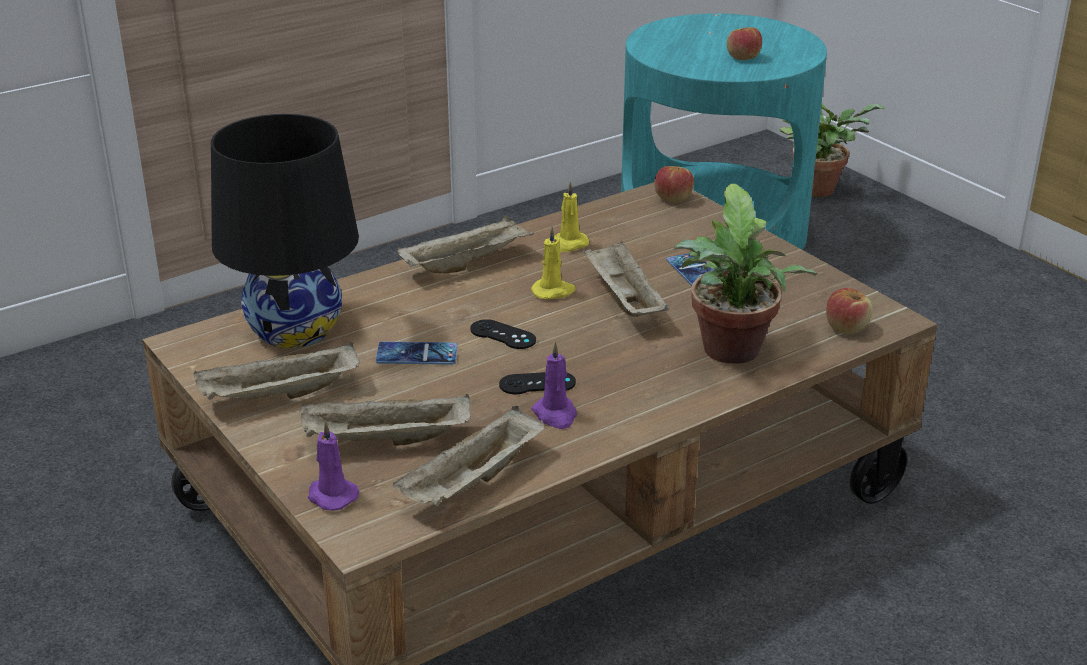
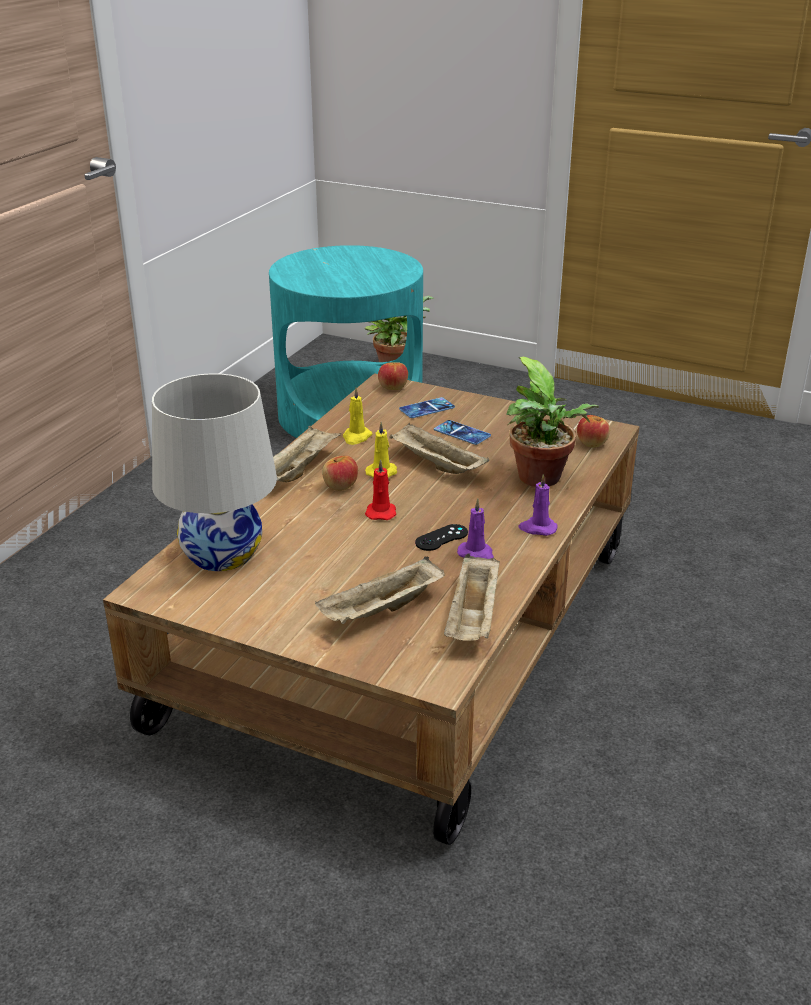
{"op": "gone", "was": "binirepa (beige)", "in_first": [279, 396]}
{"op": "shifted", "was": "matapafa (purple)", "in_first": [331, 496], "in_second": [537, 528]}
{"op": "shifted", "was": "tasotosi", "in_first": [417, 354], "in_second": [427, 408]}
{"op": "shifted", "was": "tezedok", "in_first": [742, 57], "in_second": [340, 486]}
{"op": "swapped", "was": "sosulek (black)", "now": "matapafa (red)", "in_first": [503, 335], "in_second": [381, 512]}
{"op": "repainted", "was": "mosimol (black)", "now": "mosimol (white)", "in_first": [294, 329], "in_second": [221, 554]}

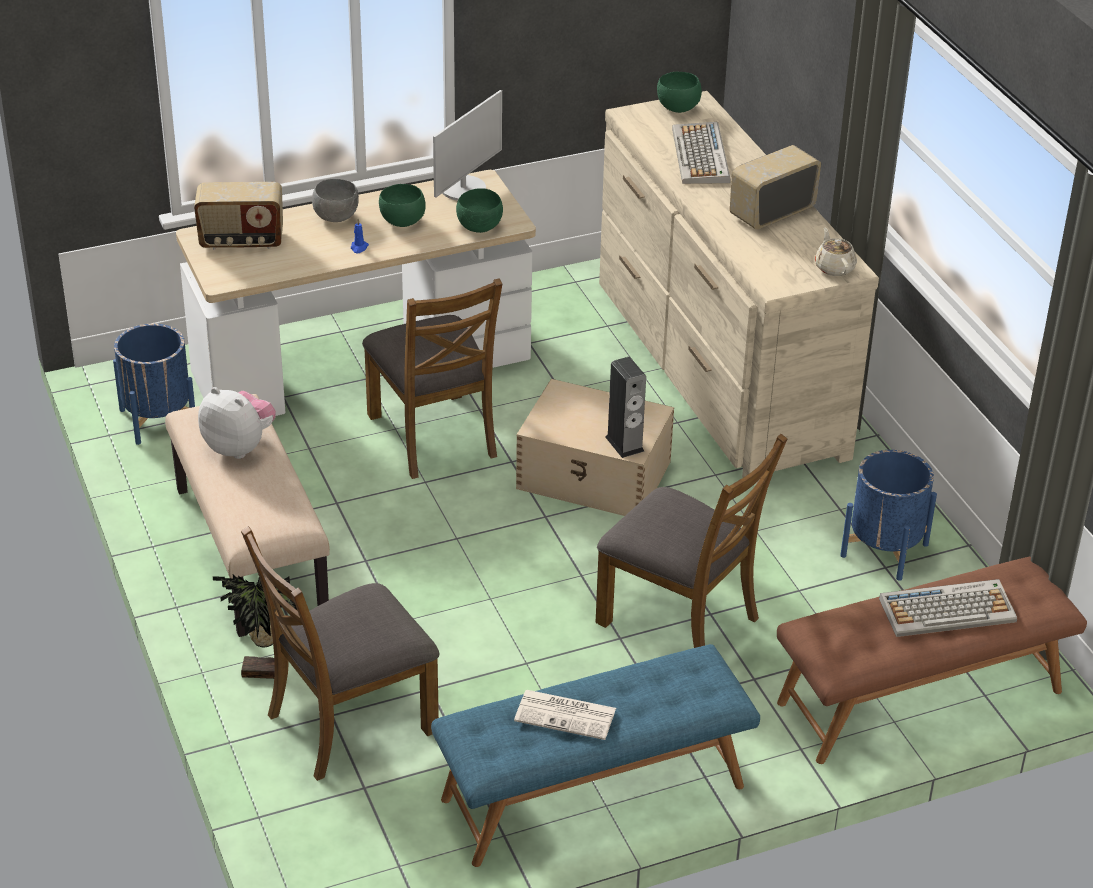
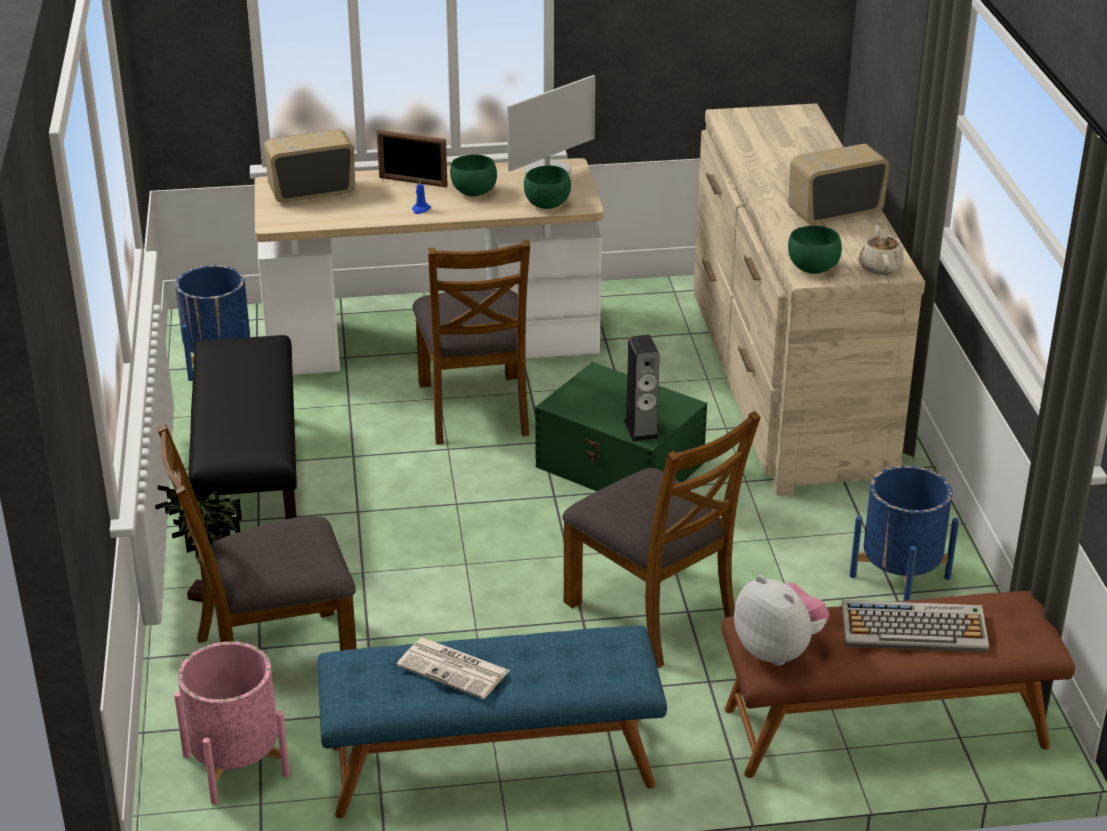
{"op": "gone", "was": "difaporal", "in_first": [701, 156]}
{"op": "new", "now": "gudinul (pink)", "in_second": [236, 765]}
{"op": "shifted", "was": "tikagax", "in_first": [239, 447], "in_second": [778, 650]}
{"op": "shifted", "was": "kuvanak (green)", "in_first": [677, 108], "in_second": [811, 269]}
{"op": "swapped", "was": "kuvanak (grey)", "now": "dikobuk", "in_first": [337, 217], "in_second": [413, 182]}
{"op": "repainted", "was": "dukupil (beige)", "now": "dukupil (black)", "in_first": [248, 551], "in_second": [249, 487]}
{"op": "repainted", "was": "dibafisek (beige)", "now": "dibafisek (green)", "in_first": [595, 476], "in_second": [621, 466]}
{"op": "rotated", "was": "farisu", "in_first": [241, 241], "in_second": [312, 192], "clockwise": 150}

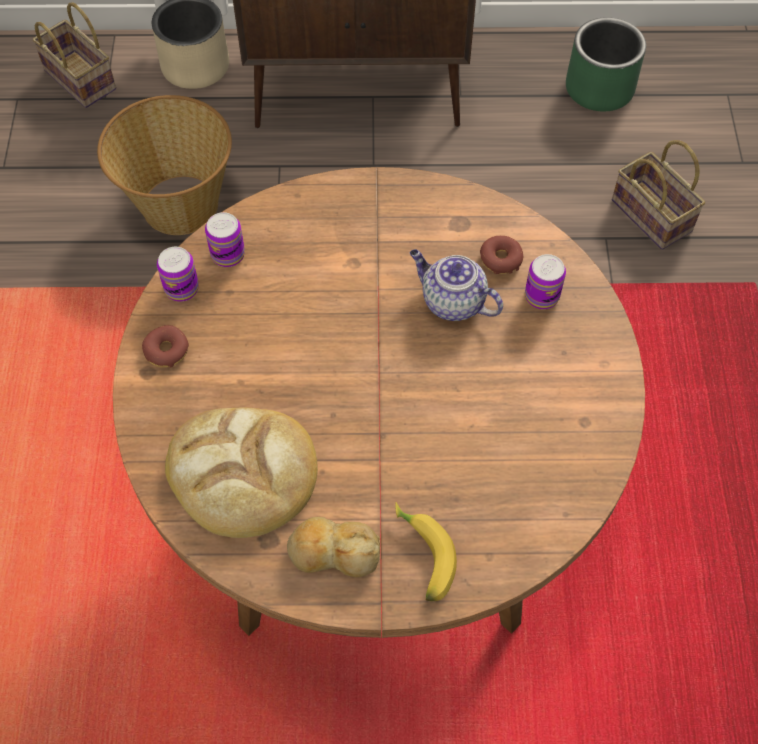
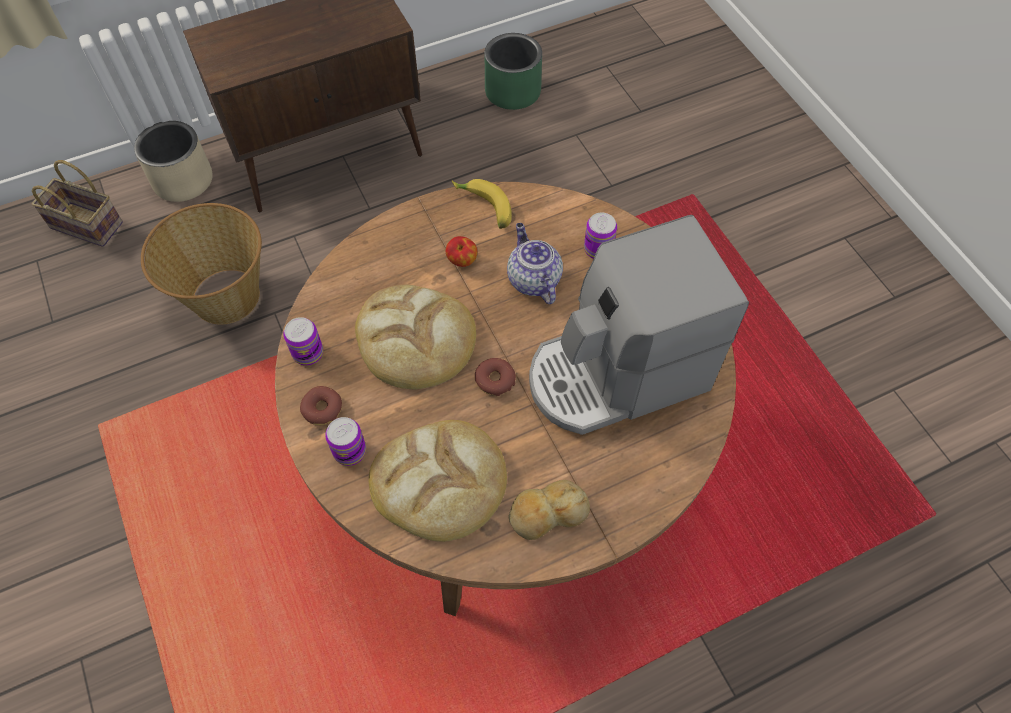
{"op": "gone", "was": "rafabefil", "in_first": [654, 216]}
{"op": "new", "now": "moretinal", "in_second": [415, 339]}
{"op": "new", "now": "tezedok", "in_second": [462, 261]}
{"op": "new", "now": "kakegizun", "in_second": [617, 375]}
{"op": "shifted", "was": "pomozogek", "in_first": [228, 254], "in_second": [350, 451]}
{"op": "shifted", "was": "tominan", "in_first": [421, 557], "in_second": [483, 208]}
{"op": "shifted", "was": "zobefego", "in_first": [500, 259], "in_second": [495, 380]}
{"op": "rotated", "was": "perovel", "in_first": [451, 302], "in_second": [533, 280], "clockwise": 60}

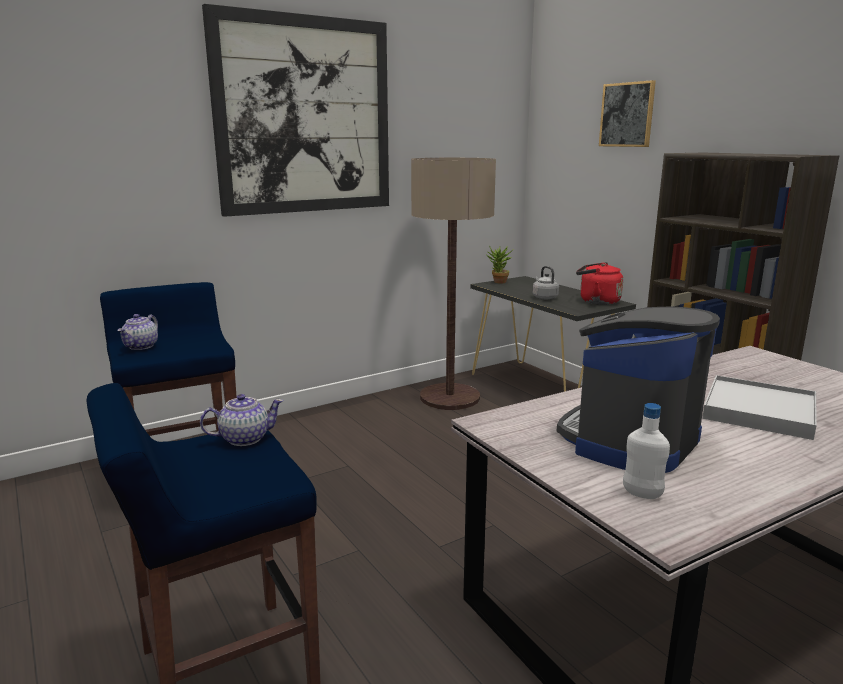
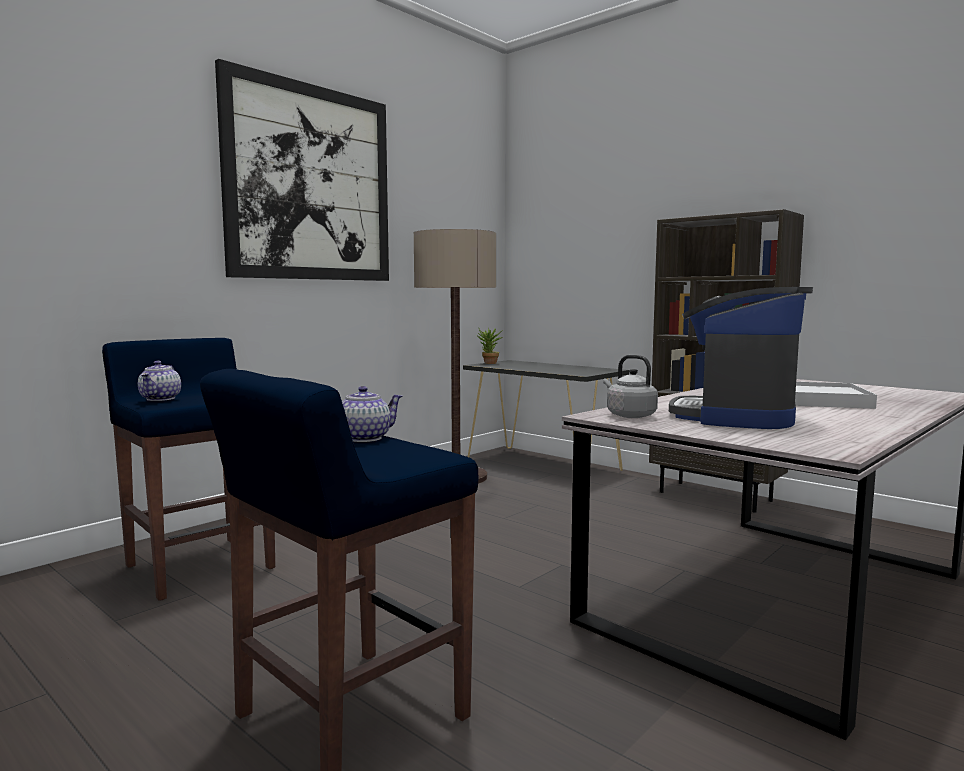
{"op": "gone", "was": "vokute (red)", "in_first": [596, 301]}
{"op": "gone", "was": "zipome", "in_first": [627, 115]}
{"op": "gone", "was": "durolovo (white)", "in_first": [642, 494]}
{"op": "shifted", "was": "vokute (grey)", "in_first": [544, 297], "in_second": [629, 415]}

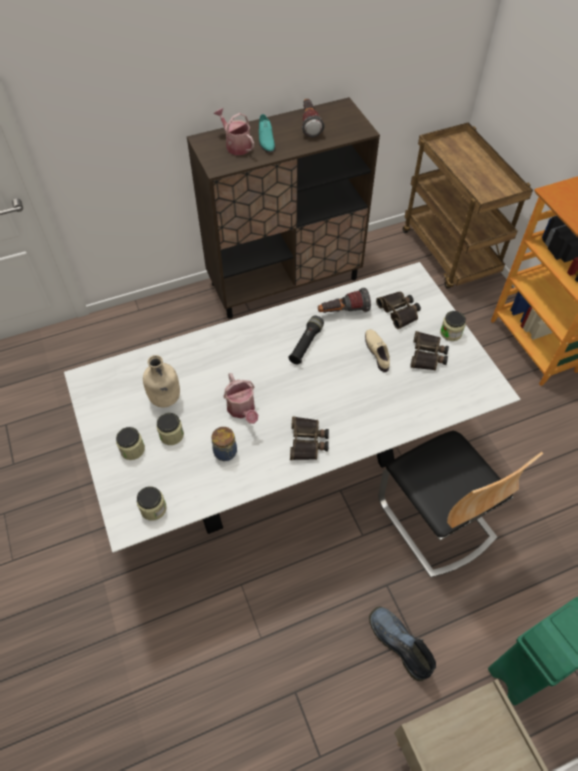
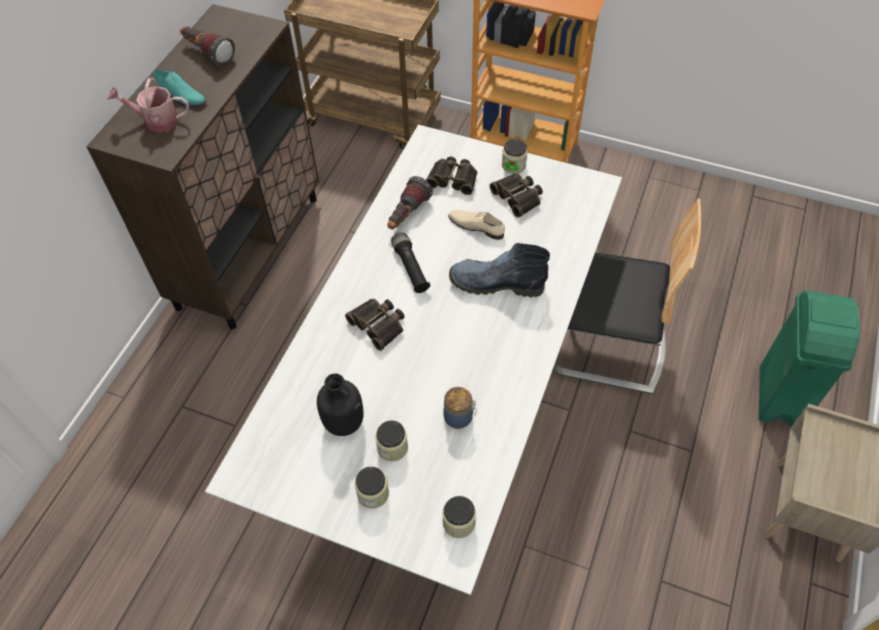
{"op": "gone", "was": "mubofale", "in_first": [242, 410]}
{"op": "shifted", "was": "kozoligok", "in_first": [308, 442], "in_second": [379, 325]}
{"op": "shifted", "was": "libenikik", "in_first": [398, 643], "in_second": [495, 283]}
{"op": "repainted", "was": "durolovo (beige)", "now": "durolovo (black)", "in_first": [165, 399], "in_second": [344, 423]}

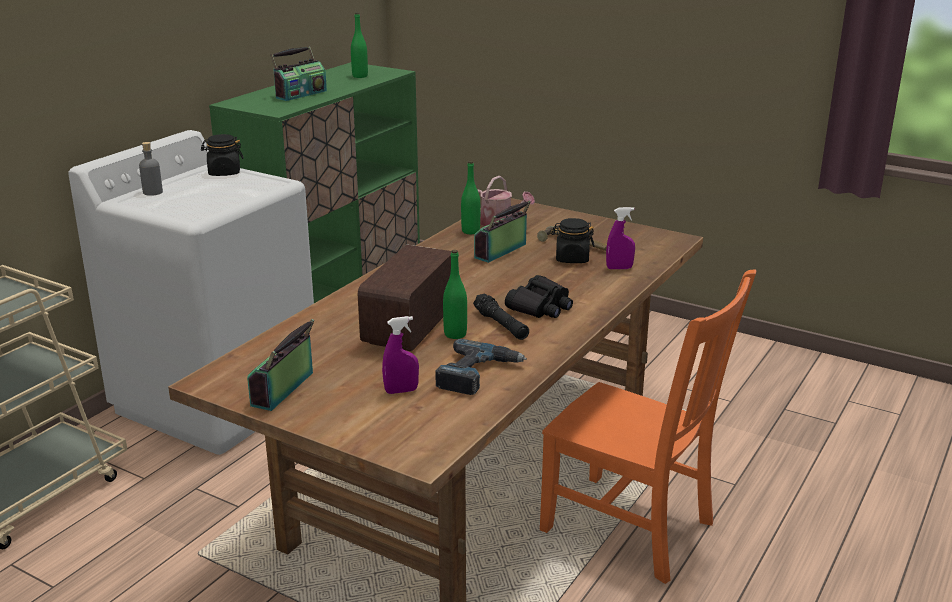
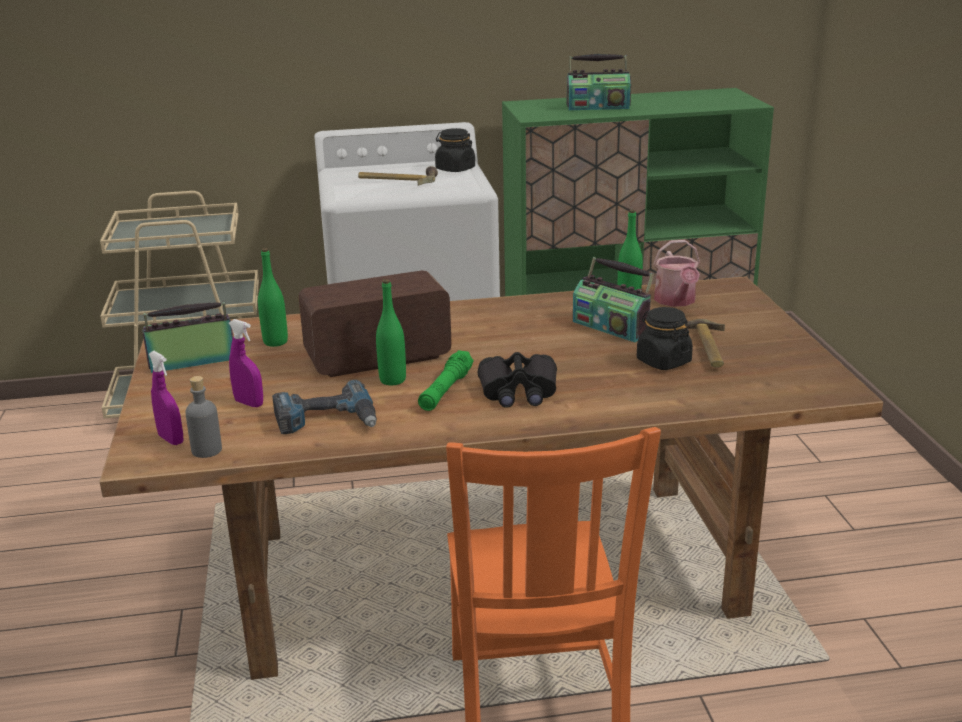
{"op": "new", "now": "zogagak", "in_second": [398, 181]}
{"op": "shifted", "was": "durolovo (grey)", "in_first": [153, 192], "in_second": [207, 450]}
{"op": "shifted", "was": "durolovo (green)", "in_first": [360, 76], "in_second": [275, 342]}
{"op": "shifted", "was": "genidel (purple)", "in_first": [619, 268], "in_second": [171, 439]}
{"op": "repainted", "was": "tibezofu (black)", "now": "tibezofu (green)", "in_first": [501, 325], "in_second": [446, 390]}
{"op": "rotated", "was": "farisu", "in_first": [502, 251], "in_second": [611, 327], "clockwise": -135}

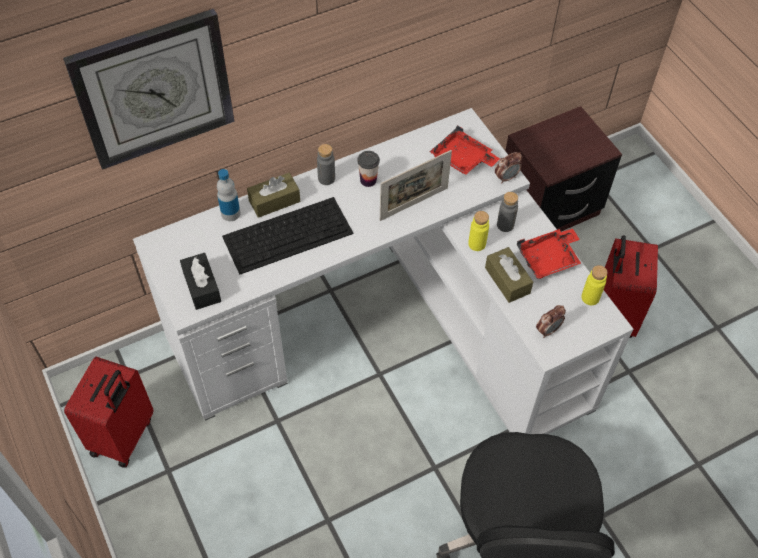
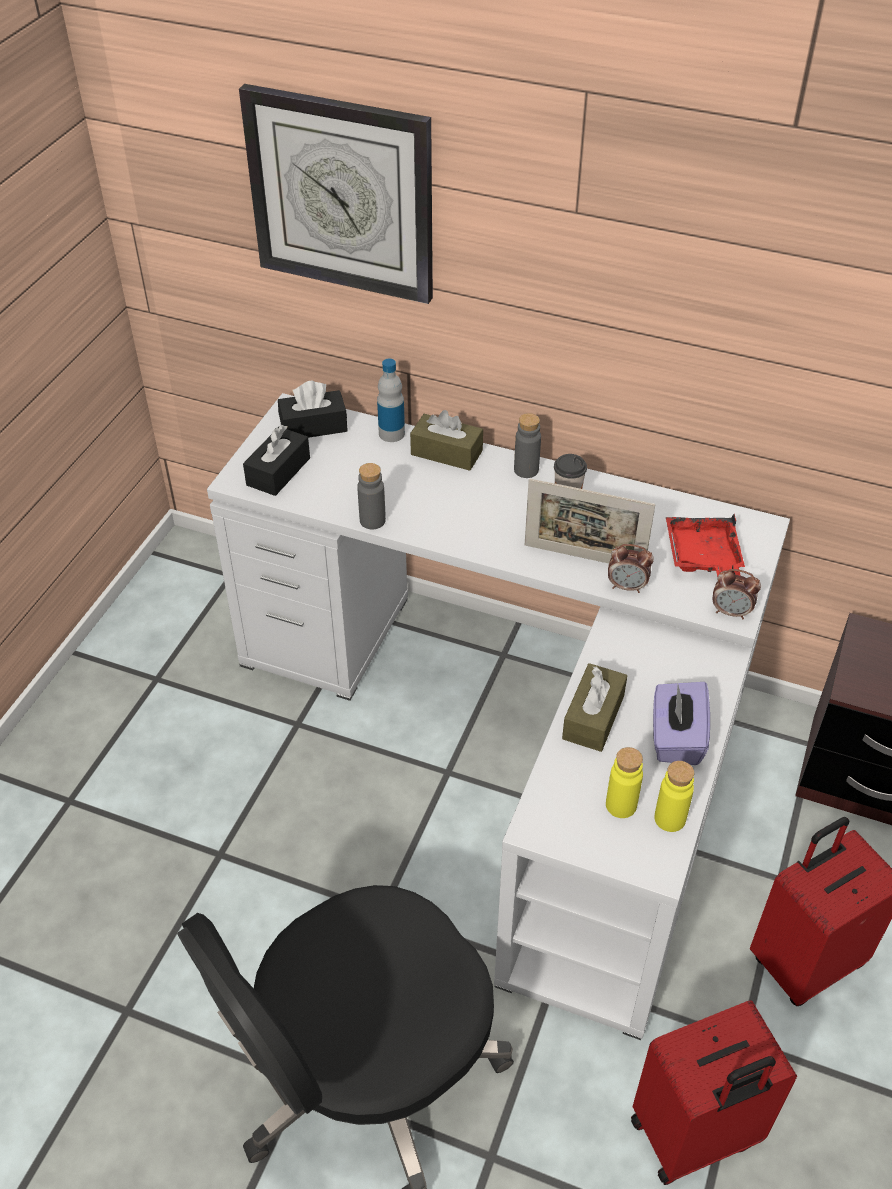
{"op": "gone", "was": "difaporal", "in_first": [288, 234]}
{"op": "new", "now": "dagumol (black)", "in_second": [313, 426]}
{"op": "shifted", "was": "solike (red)", "in_first": [124, 437], "in_second": [695, 1136]}
{"op": "shifted", "was": "durolovo (yellow)", "in_first": [477, 244], "in_second": [621, 805]}
{"op": "shifted", "was": "durolovo (grey)", "in_first": [505, 225], "in_second": [372, 520]}
{"op": "shifted", "was": "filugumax", "in_first": [548, 330], "in_second": [627, 586]}
{"op": "swapped", "was": "binirepa (red)", "now": "dagumol (purple)", "in_first": [549, 259], "in_second": [676, 738]}

